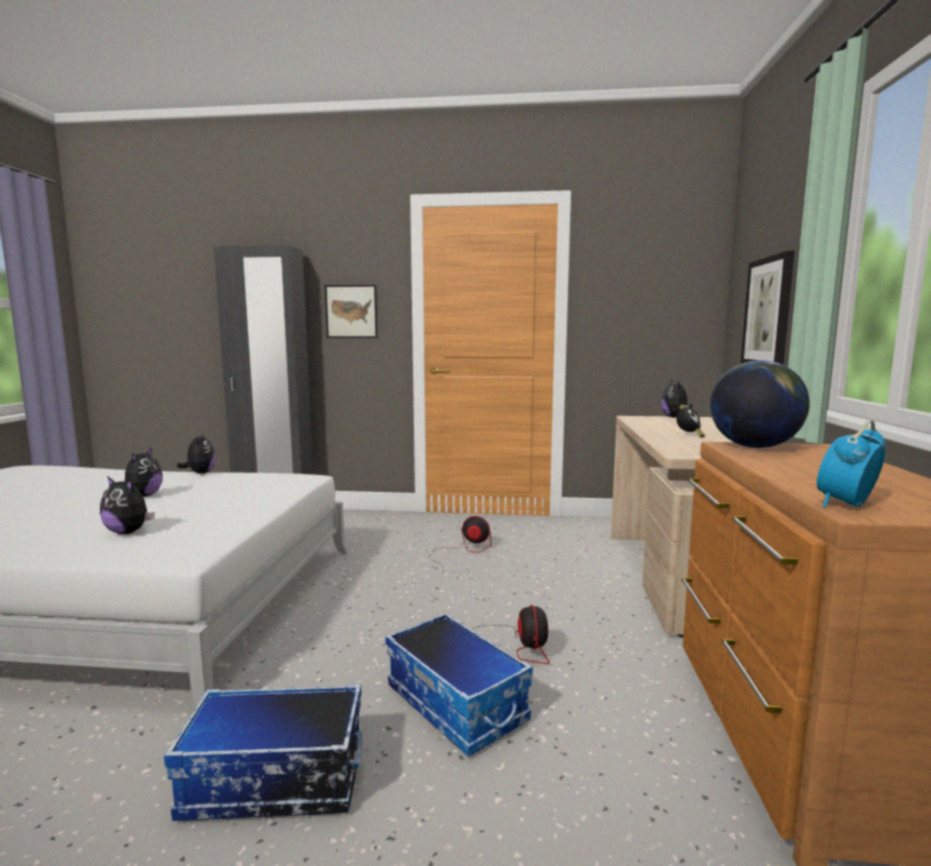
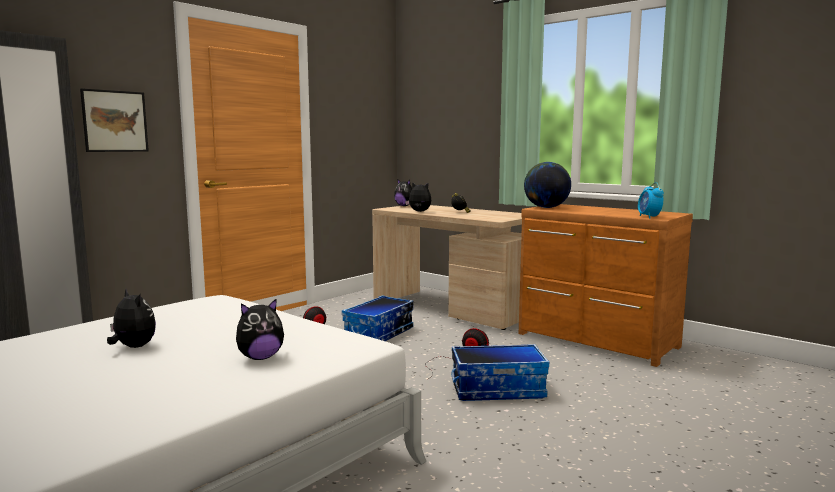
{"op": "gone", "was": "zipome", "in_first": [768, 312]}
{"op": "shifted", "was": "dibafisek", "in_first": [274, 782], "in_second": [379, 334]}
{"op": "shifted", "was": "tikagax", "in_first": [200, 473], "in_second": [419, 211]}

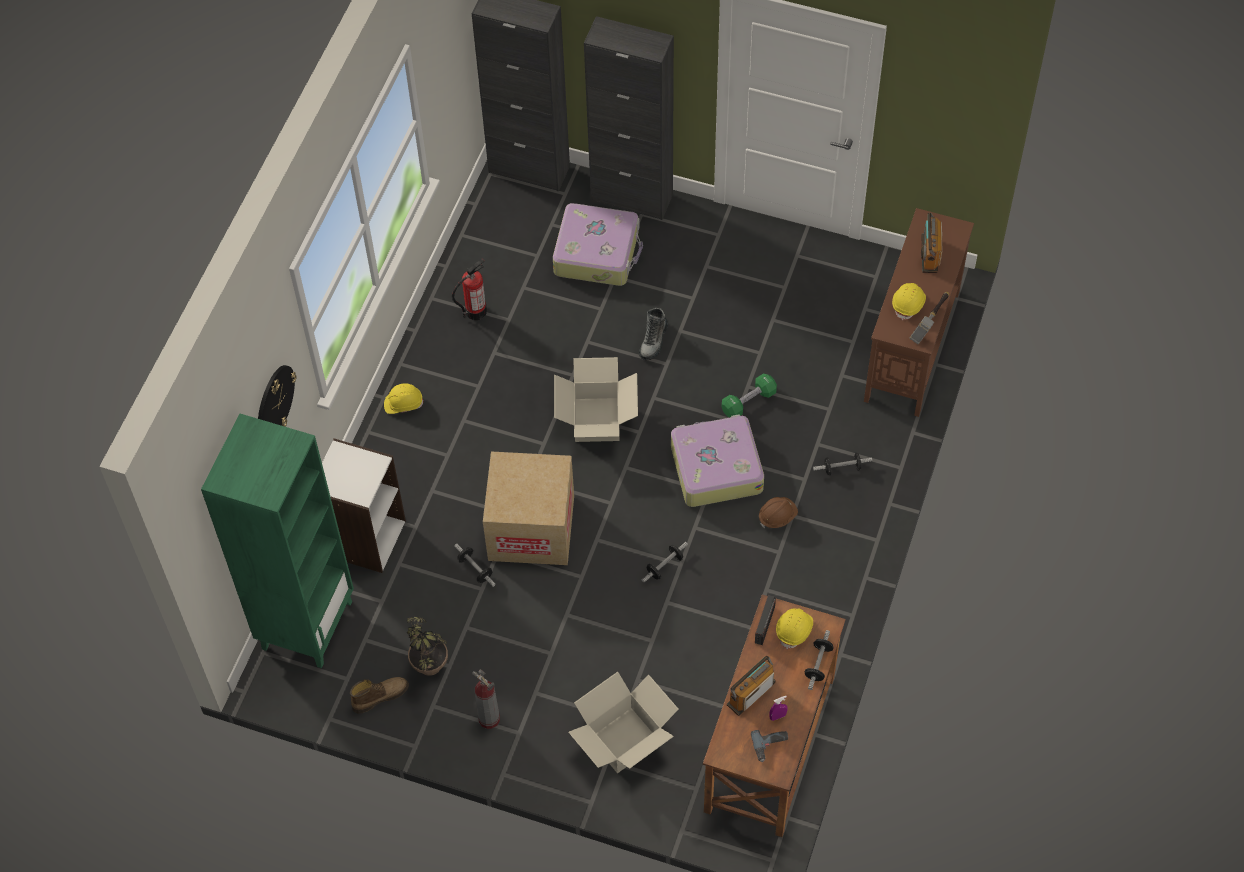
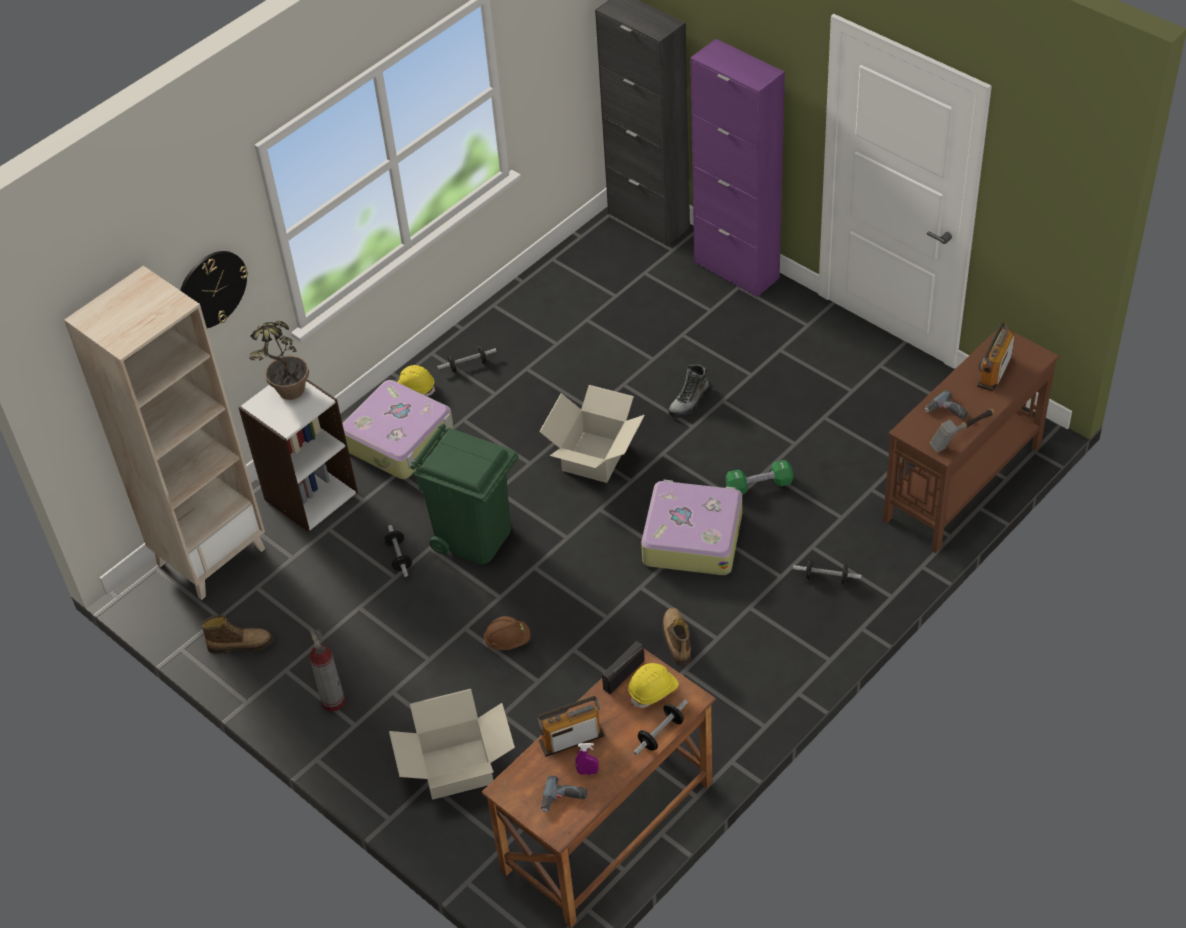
{"op": "gone", "was": "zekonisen", "in_first": [475, 311]}
{"op": "new", "now": "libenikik", "in_second": [676, 640]}
{"op": "shifted", "was": "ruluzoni", "in_first": [430, 673], "in_second": [287, 397]}
{"op": "shifted", "was": "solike", "in_first": [597, 252], "in_second": [400, 440]}
{"op": "shifted", "was": "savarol", "in_first": [664, 566], "in_second": [468, 365]}
{"op": "shifted", "was": "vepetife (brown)", "in_first": [777, 517], "in_second": [508, 641]}
{"op": "swapped", "was": "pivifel", "now": "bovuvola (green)", "in_first": [531, 528], "in_second": [475, 536]}
{"op": "swapped", "was": "vepetife (yellow)", "now": "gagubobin", "in_first": [909, 304], "in_second": [946, 412]}
{"op": "repainted", "was": "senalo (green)", "now": "senalo (beige)", "in_first": [306, 624], "in_second": [211, 555]}
{"op": "repainted", "was": "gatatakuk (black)", "now": "gatatakuk (purple)", "in_first": [632, 197], "in_second": [736, 270]}

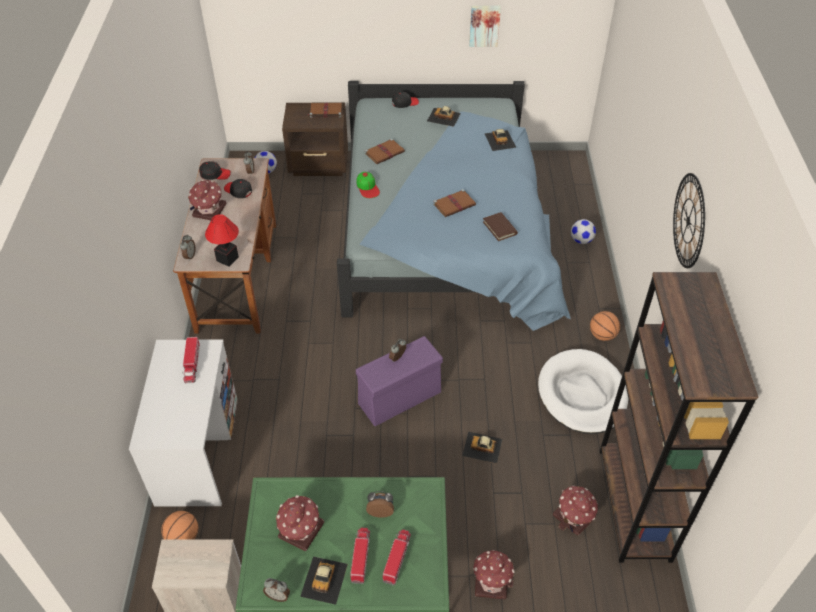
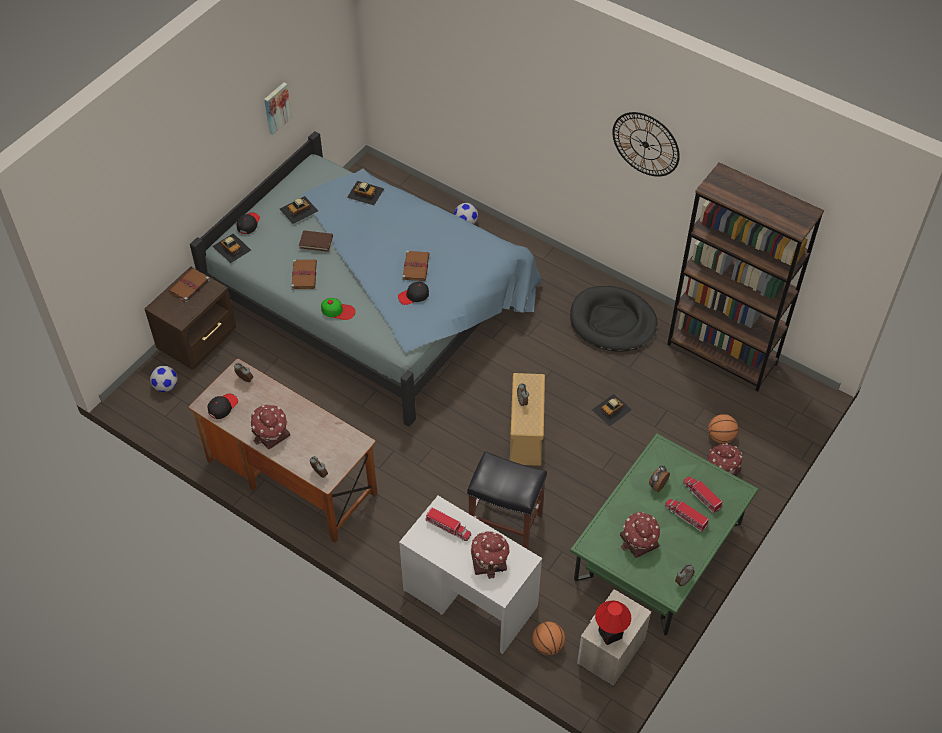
{"op": "new", "now": "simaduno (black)", "in_second": [506, 522]}
{"op": "shifted", "was": "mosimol", "in_first": [227, 258], "in_second": [609, 634]}
{"op": "shifted", "was": "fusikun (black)", "in_first": [238, 191], "in_second": [414, 296]}
{"op": "shifted", "was": "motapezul", "in_first": [324, 579], "in_second": [231, 247]}
{"op": "shifted", "was": "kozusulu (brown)", "in_first": [499, 228], "in_second": [316, 242]}
{"op": "shifted", "was": "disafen", "in_first": [574, 517], "in_second": [489, 560]}
{"op": "shifted", "was": "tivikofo", "in_first": [602, 335], "in_second": [720, 437]}
{"op": "repainted", "was": "dibafisek (purple)", "now": "dibafisek (beige)", "in_first": [398, 398], "in_second": [526, 435]}
{"op": "repainted", "was": "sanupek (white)", "now": "sanupek (black)", "in_first": [582, 394], "in_second": [612, 322]}

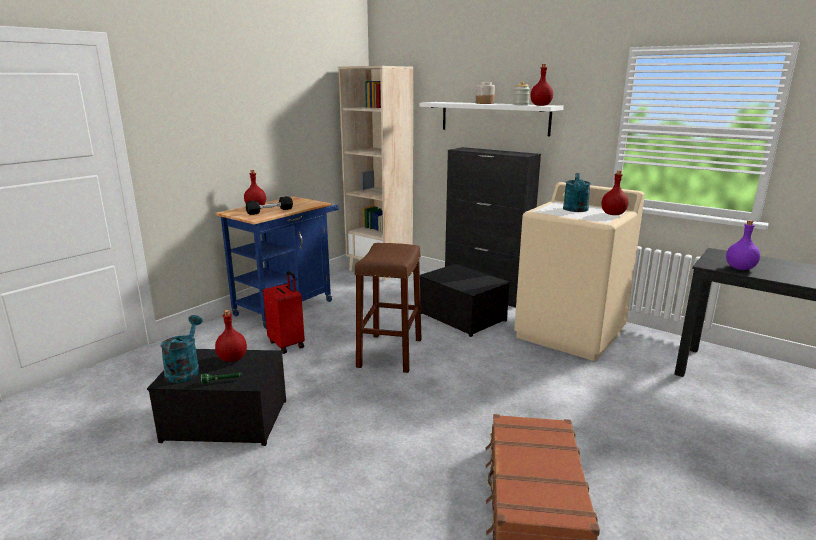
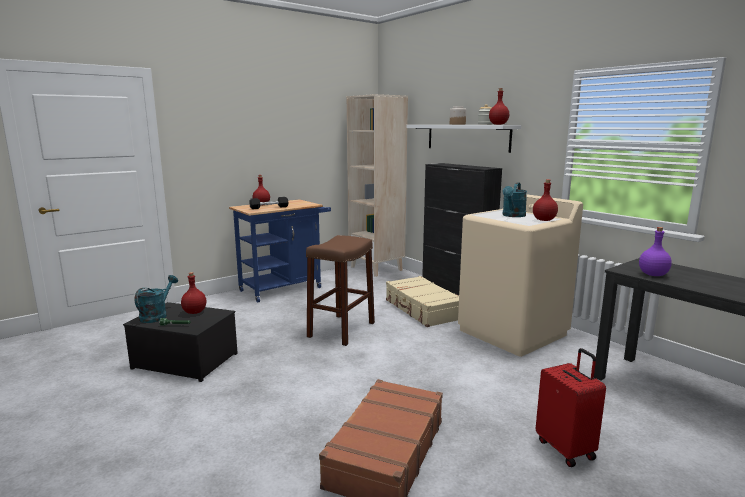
{"op": "shifted", "was": "solike (red)", "in_first": [287, 344], "in_second": [566, 449]}
{"op": "swapped", "was": "dibafisek", "now": "solike (beige)", "in_first": [463, 317], "in_second": [422, 309]}

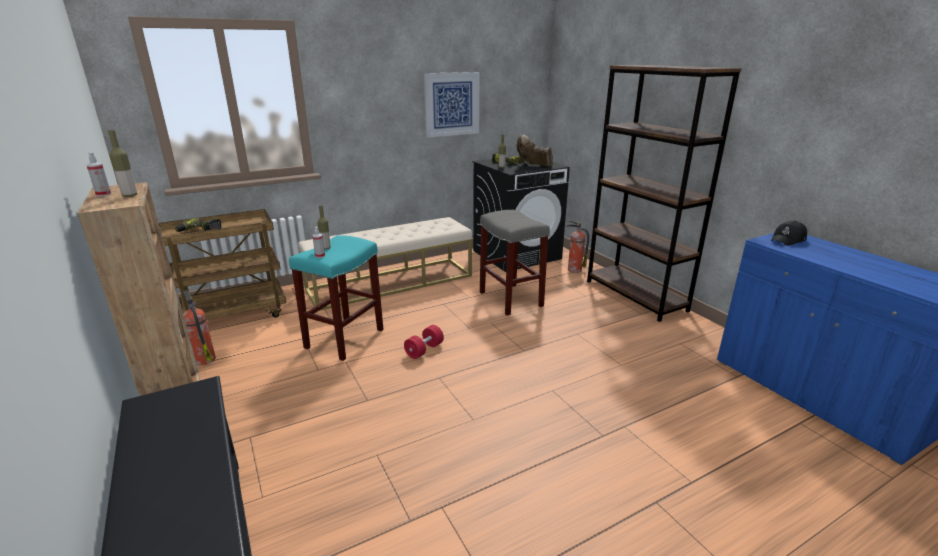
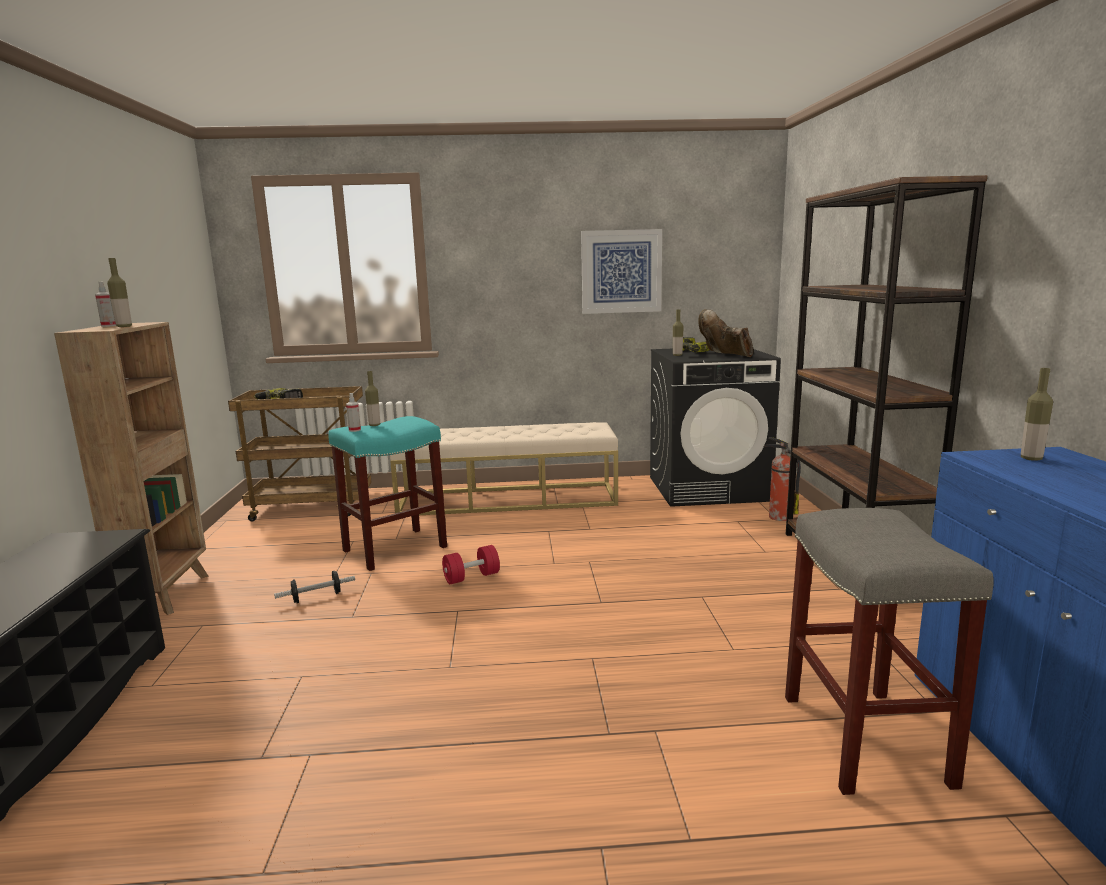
{"op": "gone", "was": "zekonisen", "in_first": [204, 359]}
{"op": "new", "now": "savarol", "in_second": [317, 597]}
{"op": "shifted", "was": "simaduno (grey)", "in_first": [511, 299], "in_second": [866, 740]}
{"op": "swapped", "was": "fusikun (black)", "now": "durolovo", "in_first": [788, 240], "in_second": [1031, 458]}

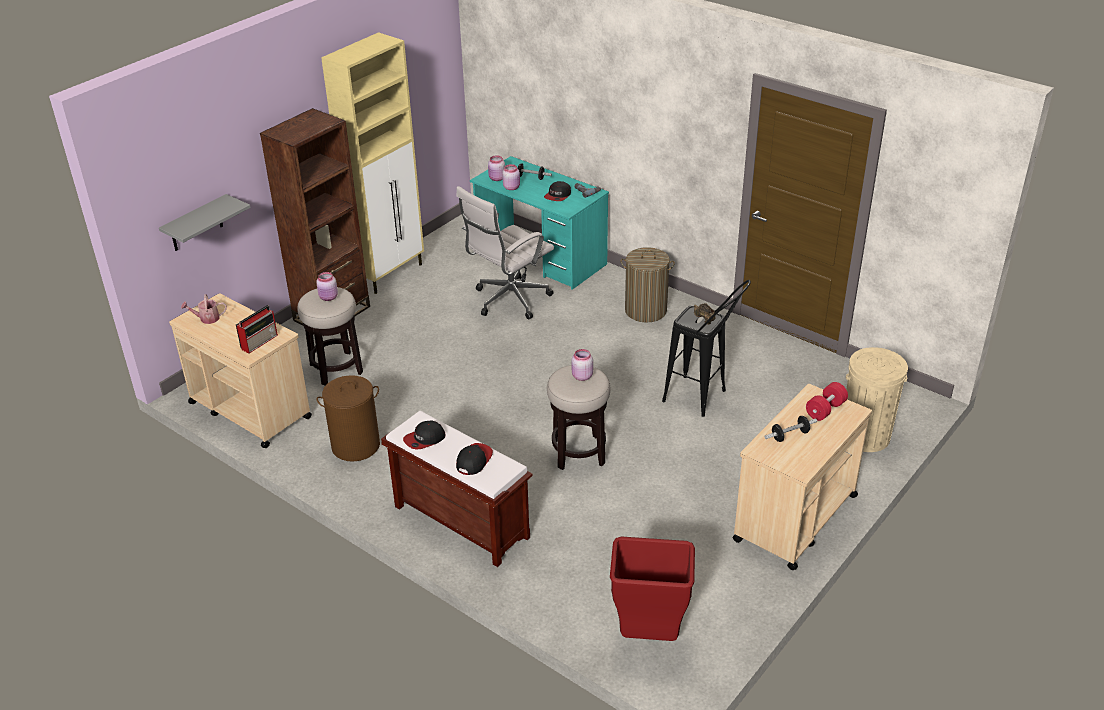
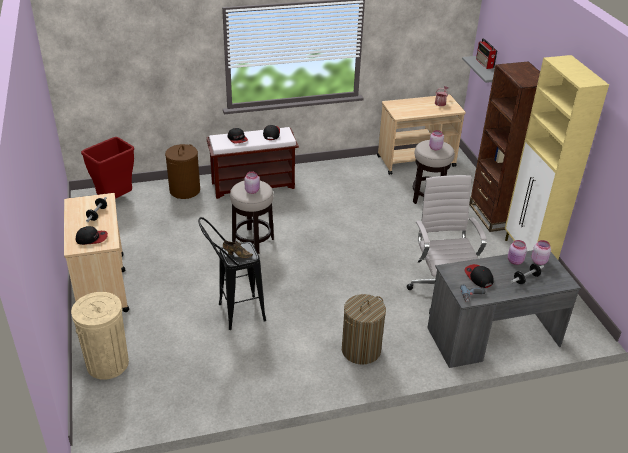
{"op": "shifted", "was": "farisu", "in_first": [260, 341], "in_second": [485, 63]}
{"op": "shifted", "was": "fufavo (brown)", "in_first": [355, 446], "in_second": [185, 190]}
{"op": "swapped", "was": "savarol (red)", "now": "fusikun", "in_first": [825, 410], "in_second": [92, 238]}
{"op": "repainted", "was": "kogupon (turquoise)", "now": "kogupon (grey)", "in_first": [541, 257], "in_second": [492, 337]}

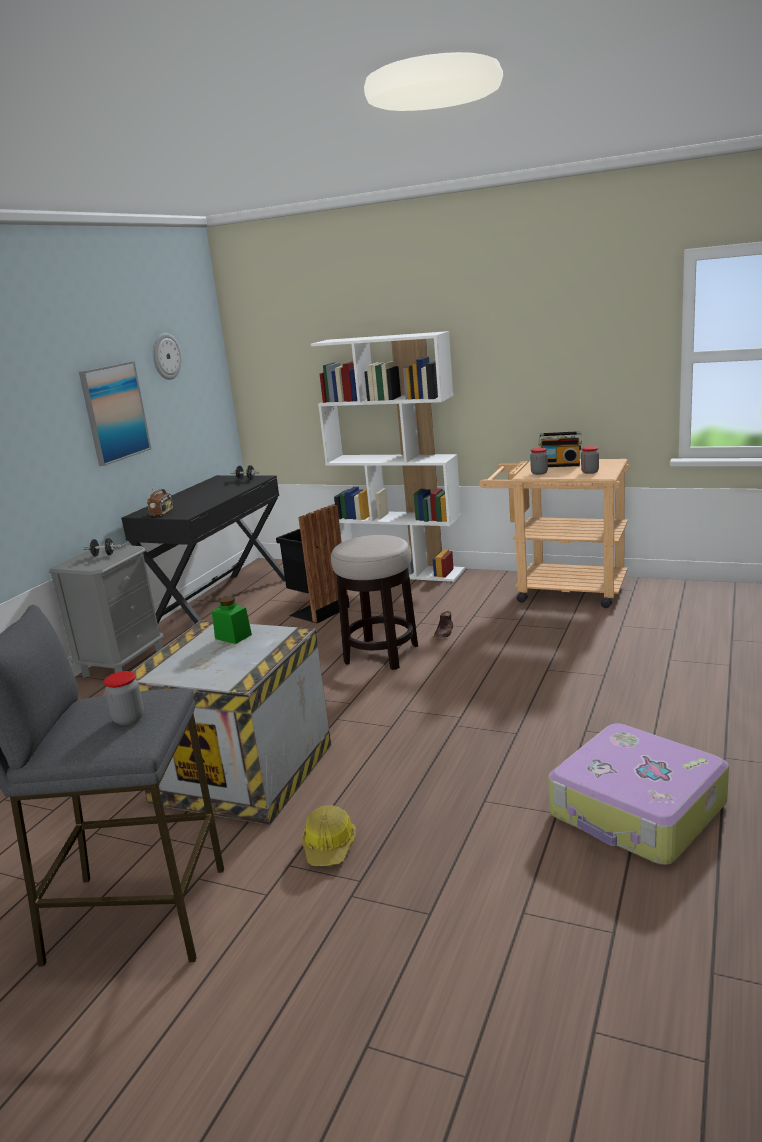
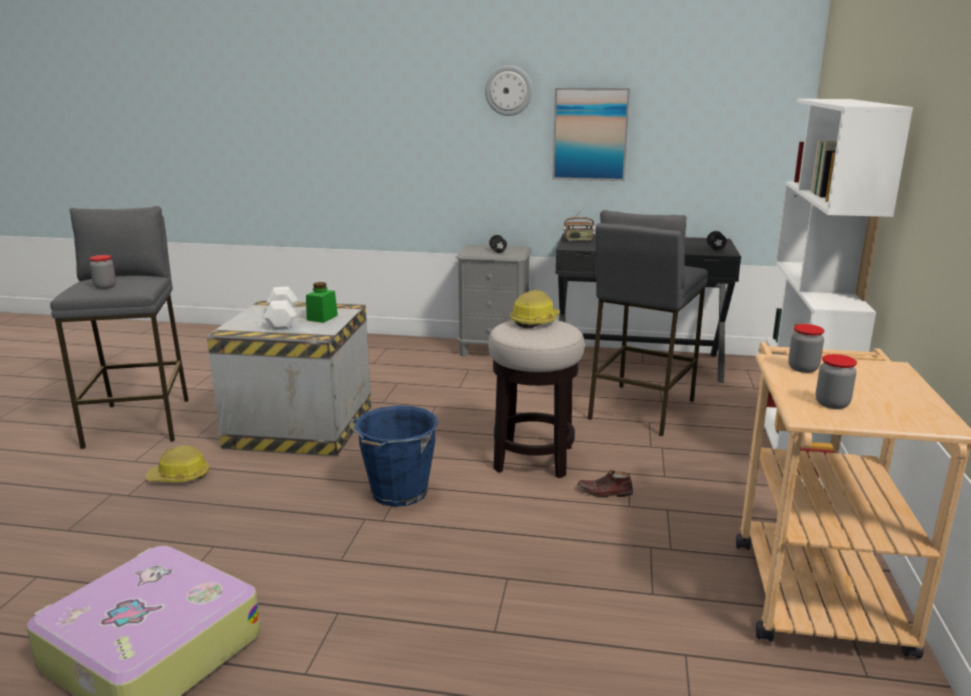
{"op": "gone", "was": "farisu", "in_first": [560, 465]}
{"op": "new", "now": "savarol (white)", "in_second": [282, 319]}
{"op": "new", "now": "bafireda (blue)", "in_second": [398, 493]}
{"op": "new", "now": "vepetife", "in_second": [535, 321]}
{"op": "shifted", "was": "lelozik", "in_first": [166, 356], "in_second": [508, 90]}
{"op": "swapped", "was": "bovuvola (black)", "now": "simaduno (grey)", "in_first": [317, 610], "in_second": [640, 409]}

